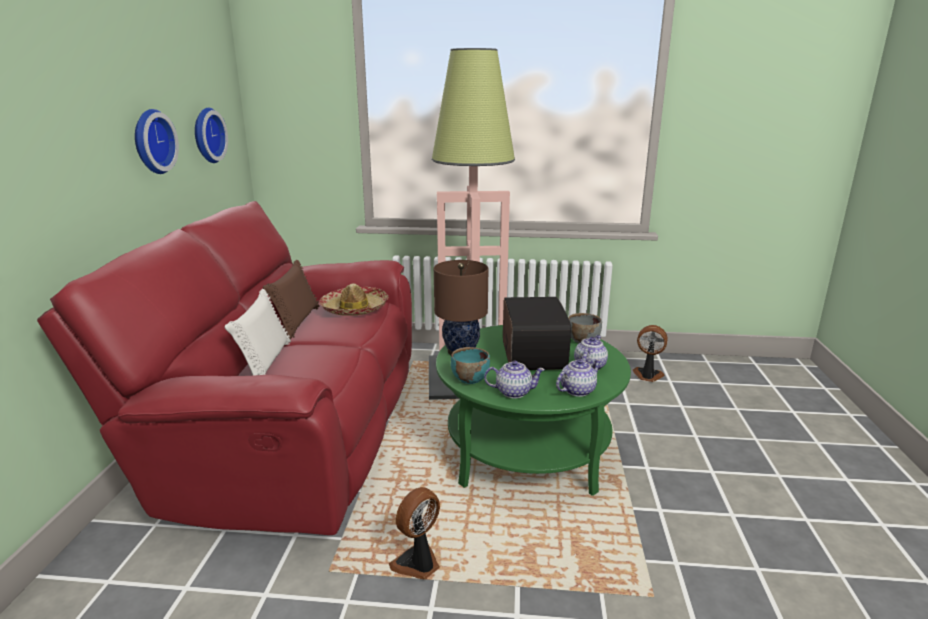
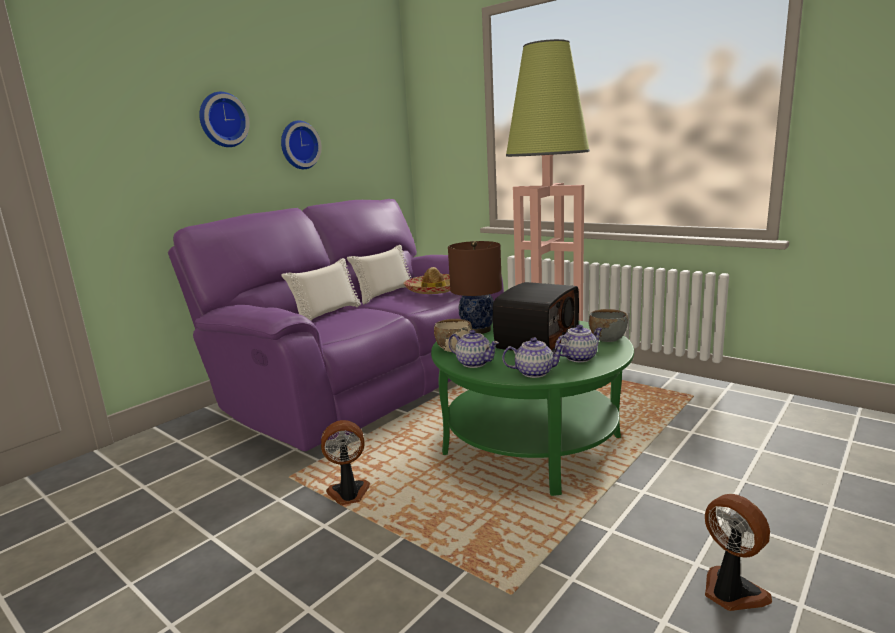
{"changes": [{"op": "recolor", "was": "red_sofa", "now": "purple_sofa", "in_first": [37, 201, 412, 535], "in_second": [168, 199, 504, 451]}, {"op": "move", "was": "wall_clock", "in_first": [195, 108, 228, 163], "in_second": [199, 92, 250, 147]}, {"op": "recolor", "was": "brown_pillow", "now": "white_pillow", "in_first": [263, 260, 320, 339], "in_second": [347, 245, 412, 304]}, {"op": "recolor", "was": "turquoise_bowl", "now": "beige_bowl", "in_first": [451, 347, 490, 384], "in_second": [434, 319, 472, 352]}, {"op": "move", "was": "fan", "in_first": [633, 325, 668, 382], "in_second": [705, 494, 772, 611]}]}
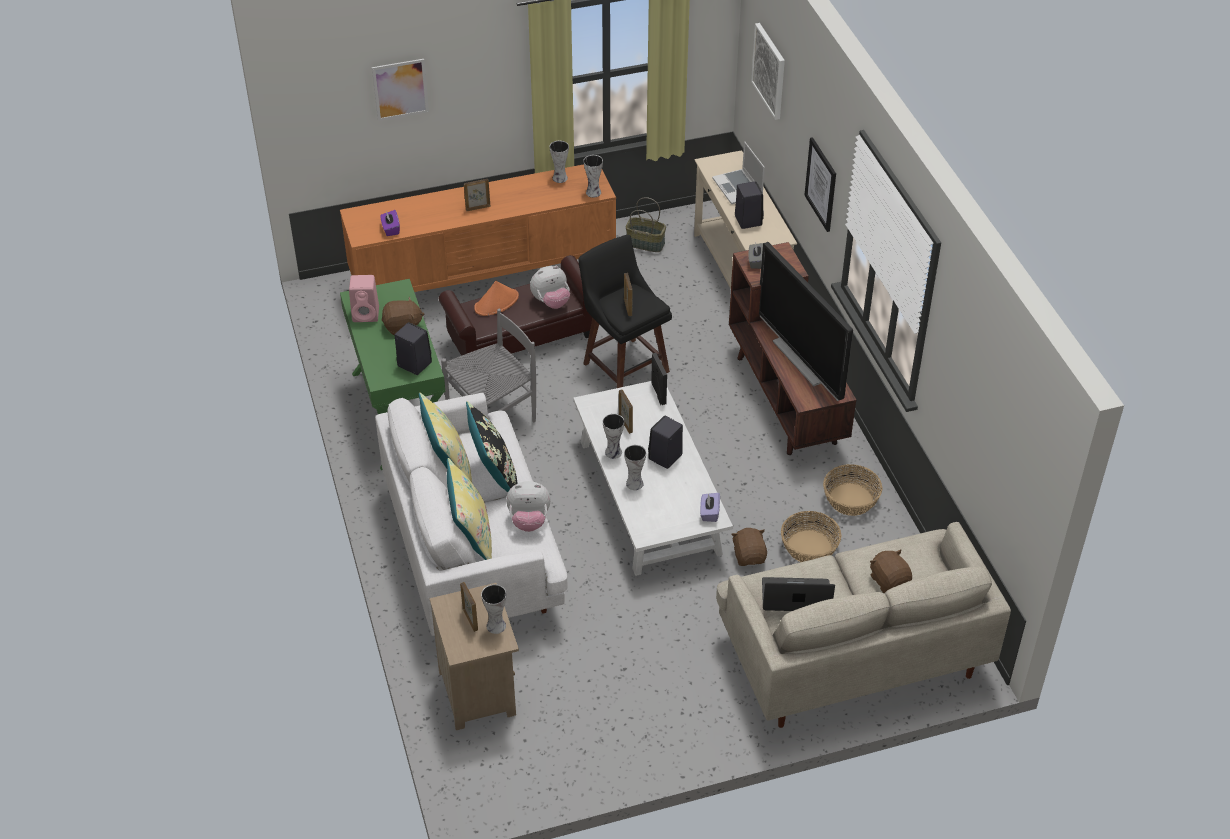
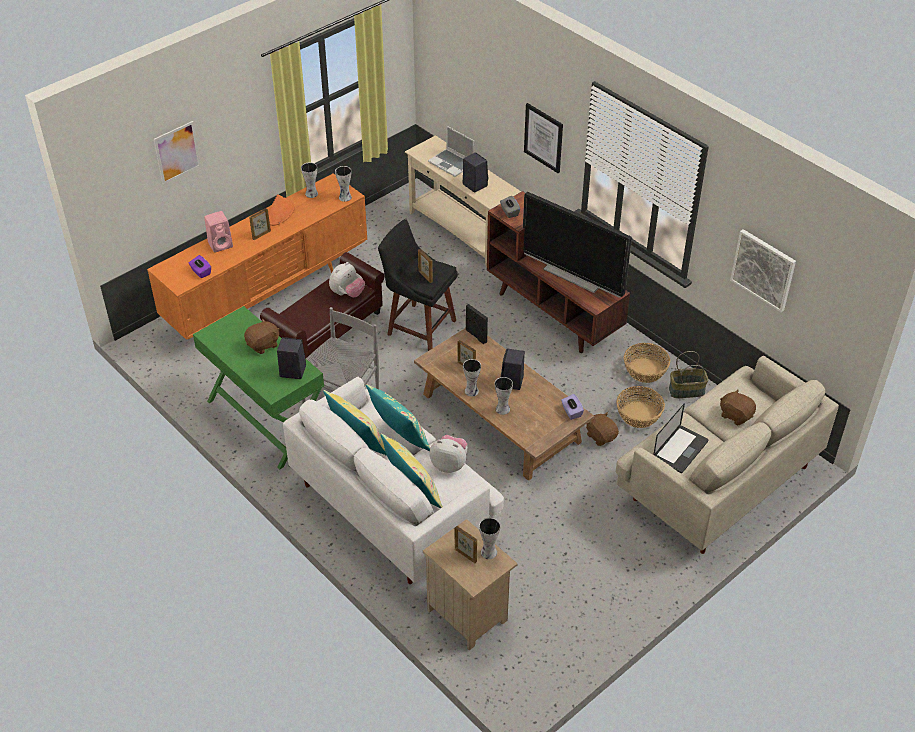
{"changes": [{"op": "move", "was": "pink_speaker", "in_first": [349, 275, 379, 322], "in_second": [204, 211, 233, 253]}, {"op": "recolor", "was": "black_pillow", "now": "turquoise_pillow", "in_first": [466, 401, 518, 492], "in_second": [366, 384, 430, 451]}, {"op": "move", "was": "orange_hat", "in_first": [474, 281, 519, 316], "in_second": [268, 194, 295, 226]}, {"op": "rotate", "was": "plush_toy", "in_first": [506, 481, 551, 532], "in_second": [430, 435, 468, 473], "clockwise": -135}, {"op": "recolor", "was": "white_coffee_table", "now": "brown_coffee_table", "in_first": [573, 381, 733, 576], "in_second": [414, 328, 594, 481]}, {"op": "move", "was": "basket", "in_first": [626, 197, 666, 252], "in_second": [669, 351, 708, 398]}, {"op": "move", "was": "picture", "in_first": [751, 23, 785, 120], "in_second": [730, 229, 796, 312]}, {"op": "rotate", "was": "laptop", "in_first": [762, 577, 835, 611], "in_second": [653, 403, 708, 473], "clockwise": 150}]}
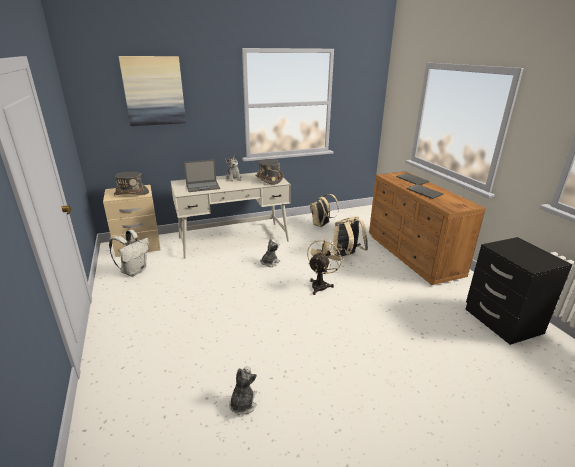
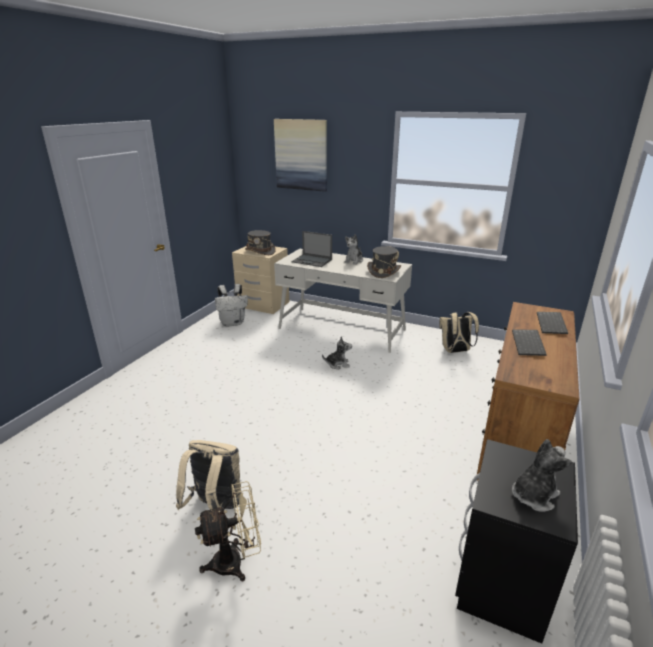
{"changes": [{"op": "move", "was": "plush_toy", "in_first": [229, 366, 257, 415], "in_second": [512, 439, 572, 512]}, {"op": "move", "was": "beige_fan", "in_first": [307, 237, 344, 295], "in_second": [195, 481, 261, 581]}, {"op": "move", "was": "beige_backpack", "in_first": [333, 216, 368, 257], "in_second": [176, 440, 242, 510]}]}
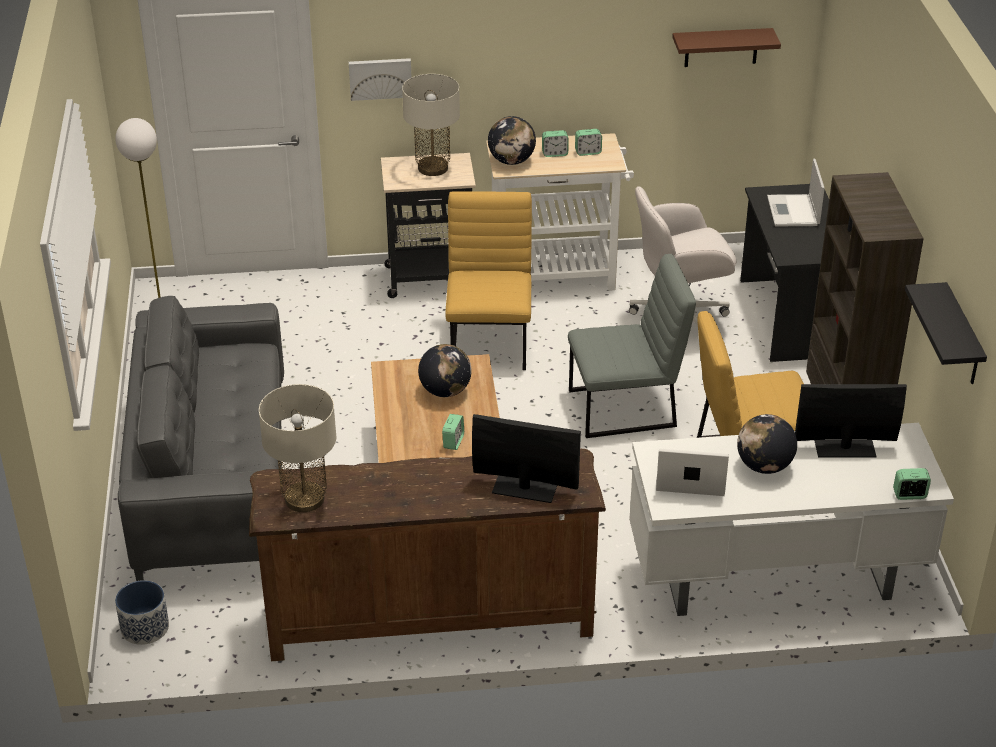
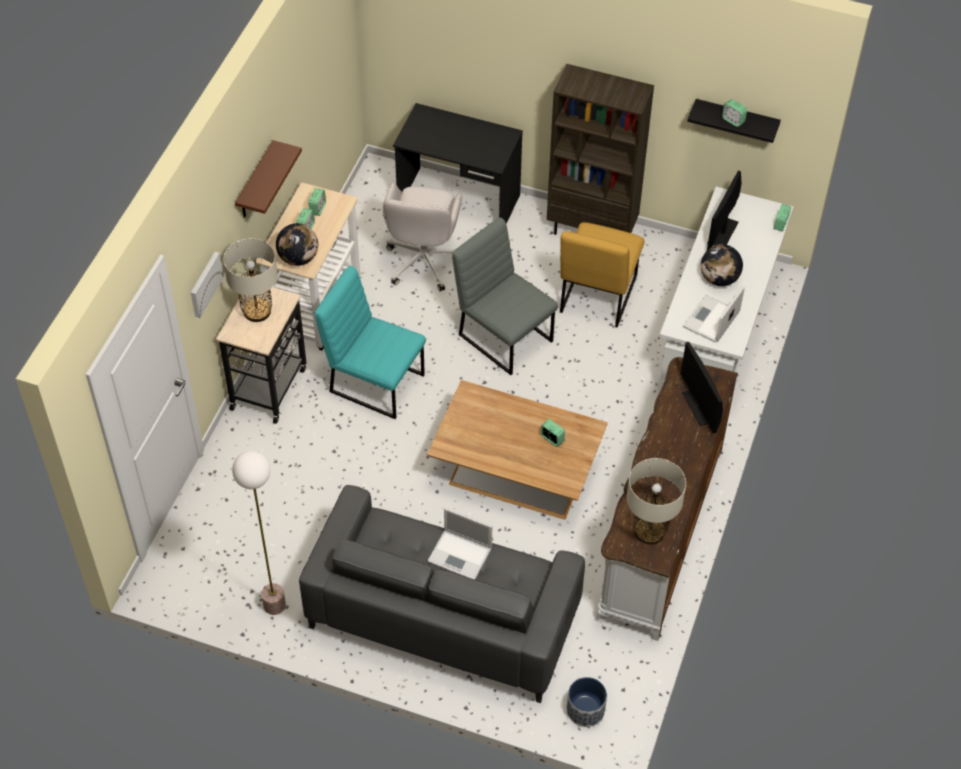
{"changes": [{"op": "delete", "was": "globe", "in_first": [418, 344, 472, 397]}, {"op": "recolor", "was": "yellow_chair", "now": "turquoise_chair", "in_first": [445, 191, 532, 370], "in_second": [315, 266, 426, 419]}, {"op": "rotate", "was": "monitor", "in_first": [472, 414, 581, 503], "in_second": [681, 342, 723, 434], "clockwise": -60}, {"op": "rotate", "was": "grey_chair", "in_first": [568, 254, 696, 438], "in_second": [452, 217, 558, 375], "clockwise": -60}, {"op": "move", "was": "brown_shelf", "in_first": [672, 28, 781, 67], "in_second": [235, 140, 302, 218]}, {"op": "move", "was": "laptop", "in_first": [767, 159, 825, 226], "in_second": [427, 508, 492, 579]}, {"op": "insert", "now": "alarm_clock", "in_second": [722, 99, 747, 127]}]}
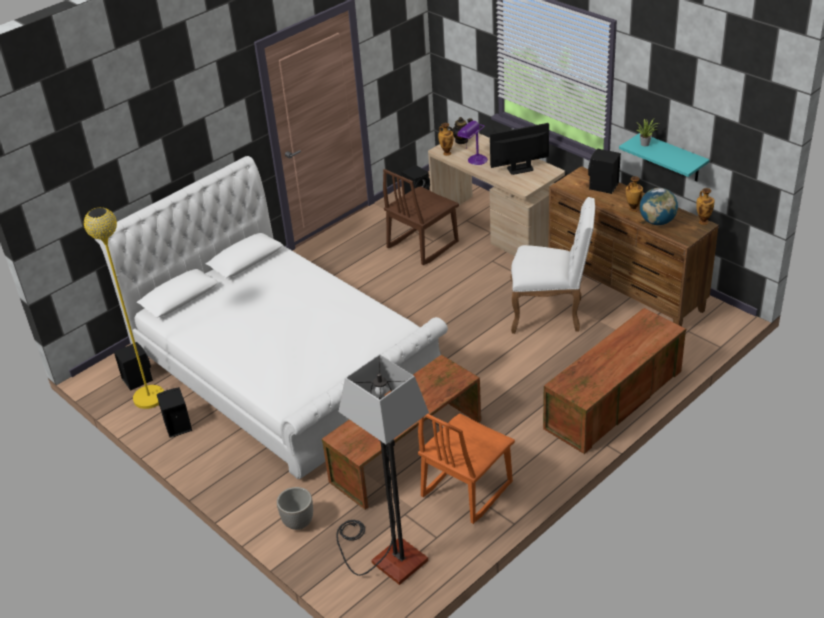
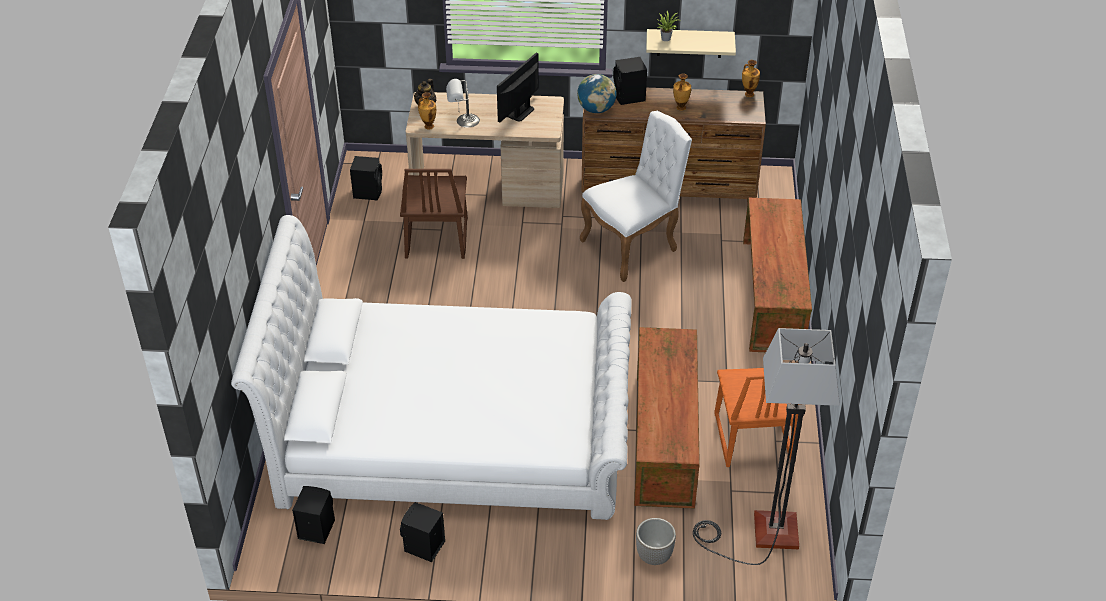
{"changes": [{"op": "delete", "was": "yellow_floor_lamp", "in_first": [84, 207, 164, 409]}, {"op": "recolor", "was": "purple_table_lamp", "now": "white_table_lamp", "in_first": [457, 121, 488, 165], "in_second": [446, 79, 480, 127]}, {"op": "recolor", "was": "turquoise_shelf", "now": "beige_shelf", "in_first": [619, 134, 710, 181], "in_second": [646, 29, 736, 58]}, {"op": "move", "was": "globe", "in_first": [640, 188, 678, 225], "in_second": [577, 74, 616, 113]}]}
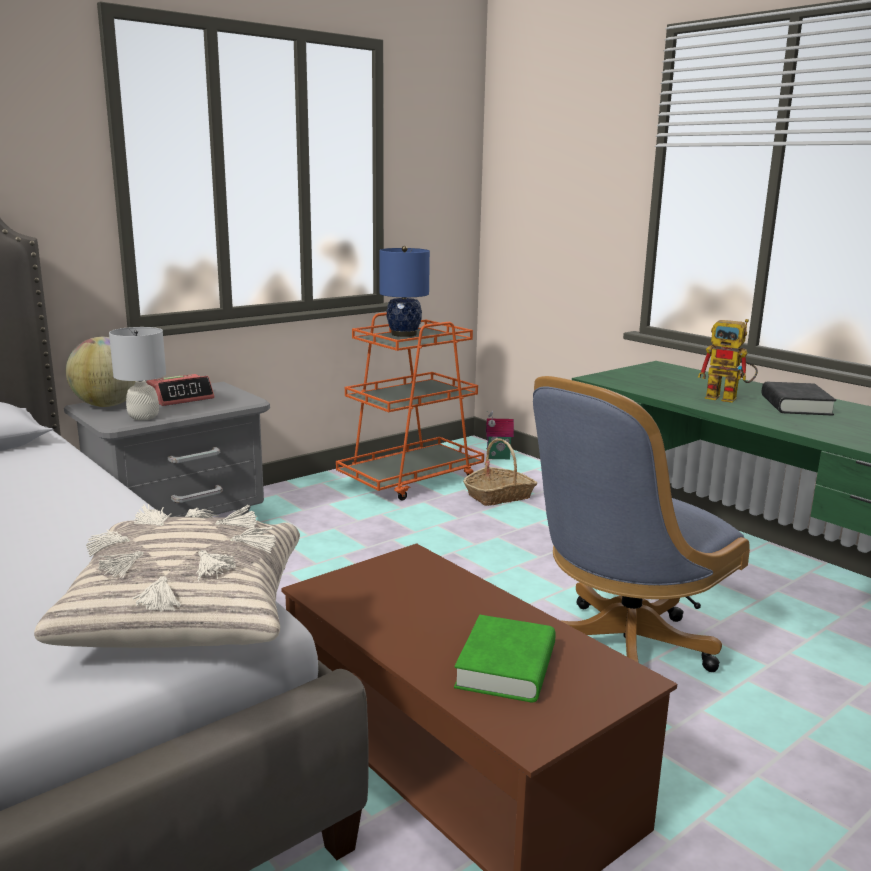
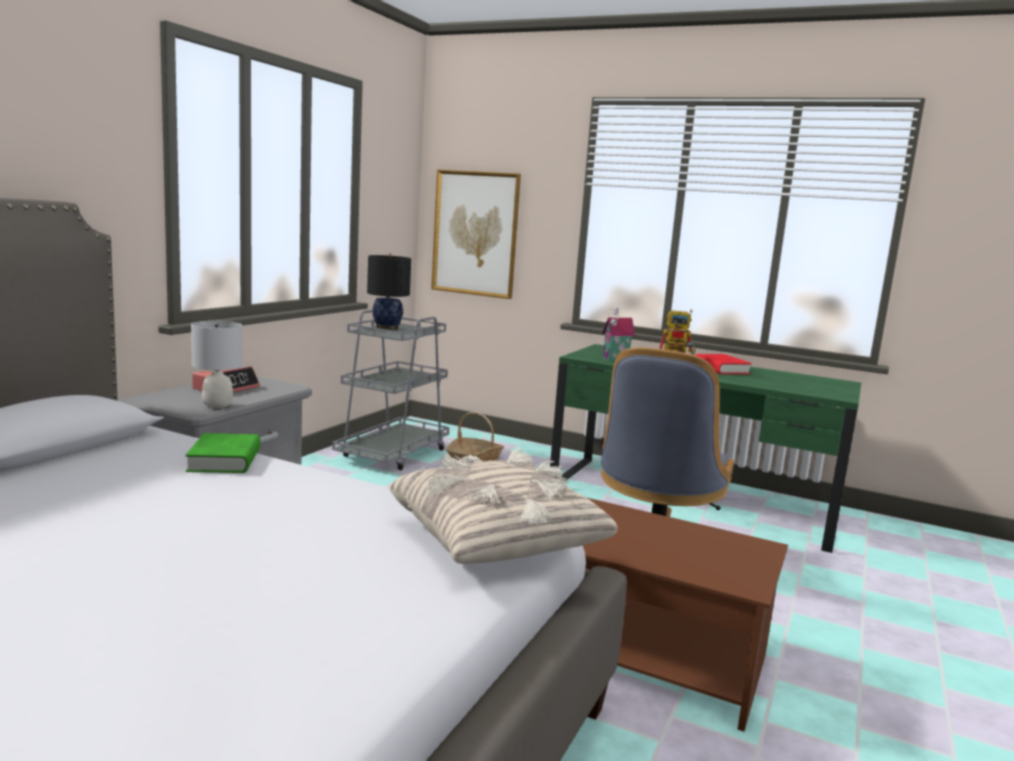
{"changes": [{"op": "delete", "was": "globe", "in_first": [66, 337, 136, 407]}, {"op": "recolor", "was": "orange_cart", "now": "grey_cart", "in_first": [336, 313, 484, 501], "in_second": [332, 310, 449, 470]}, {"op": "recolor", "was": "blue_table_lamp", "now": "black_table_lamp", "in_first": [379, 246, 430, 337], "in_second": [367, 253, 411, 330]}, {"op": "move", "was": "green_book", "in_first": [454, 615, 556, 703], "in_second": [185, 433, 261, 473]}, {"op": "move", "was": "toy_house", "in_first": [486, 410, 514, 459], "in_second": [602, 308, 635, 361]}, {"op": "recolor", "was": "black_book", "now": "red_book", "in_first": [761, 382, 836, 416], "in_second": [695, 354, 752, 374]}, {"op": "insert", "now": "picture", "in_second": [431, 170, 521, 299]}]}
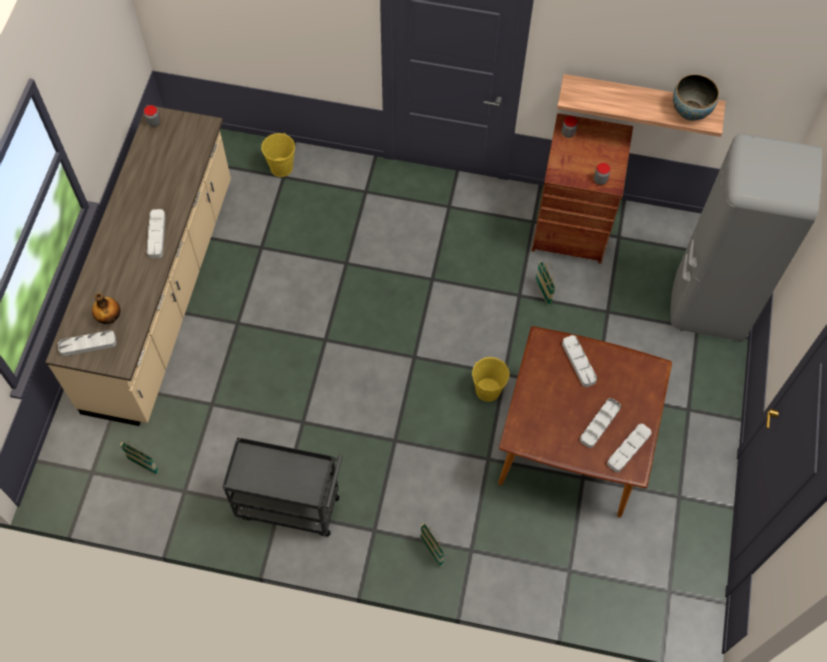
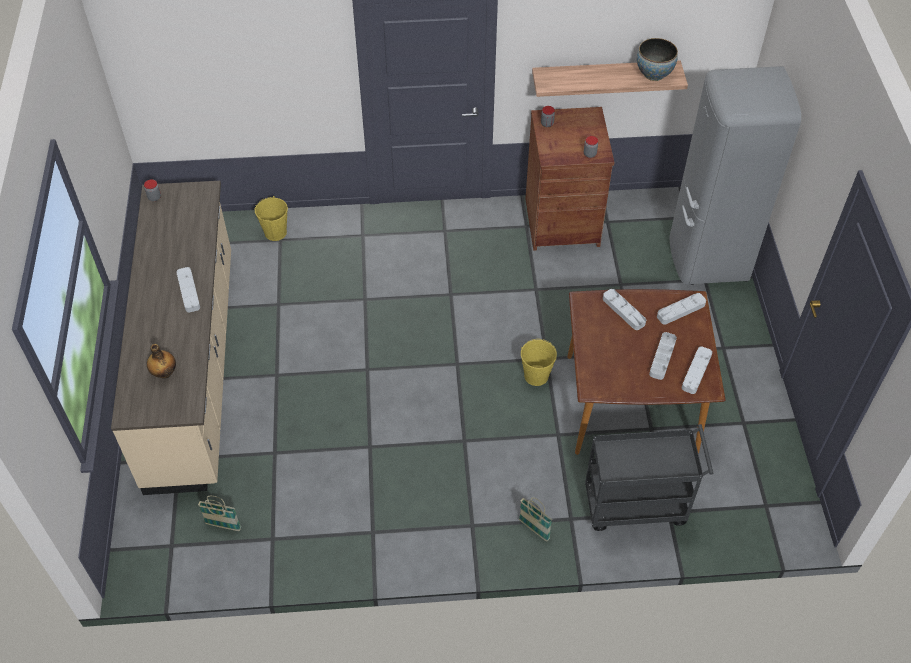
{"changes": [{"op": "move", "was": "grey_tray", "in_first": [58, 330, 116, 356], "in_second": [657, 293, 706, 324]}, {"op": "move", "was": "grey_cart", "in_first": [223, 438, 343, 536], "in_second": [585, 424, 714, 531]}, {"op": "delete", "was": "basket", "in_first": [535, 261, 556, 305]}]}
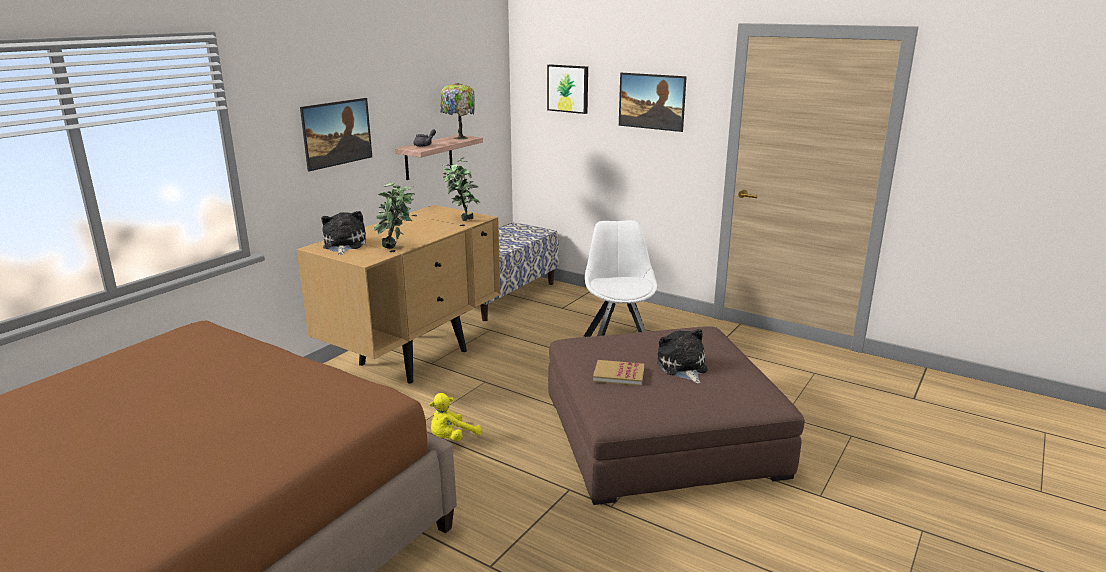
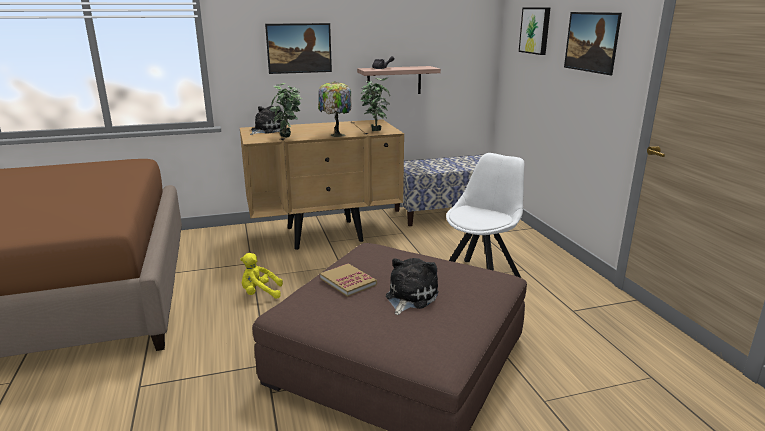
{"changes": [{"op": "move", "was": "table_lamp", "in_first": [440, 83, 475, 140], "in_second": [318, 81, 351, 137]}]}
